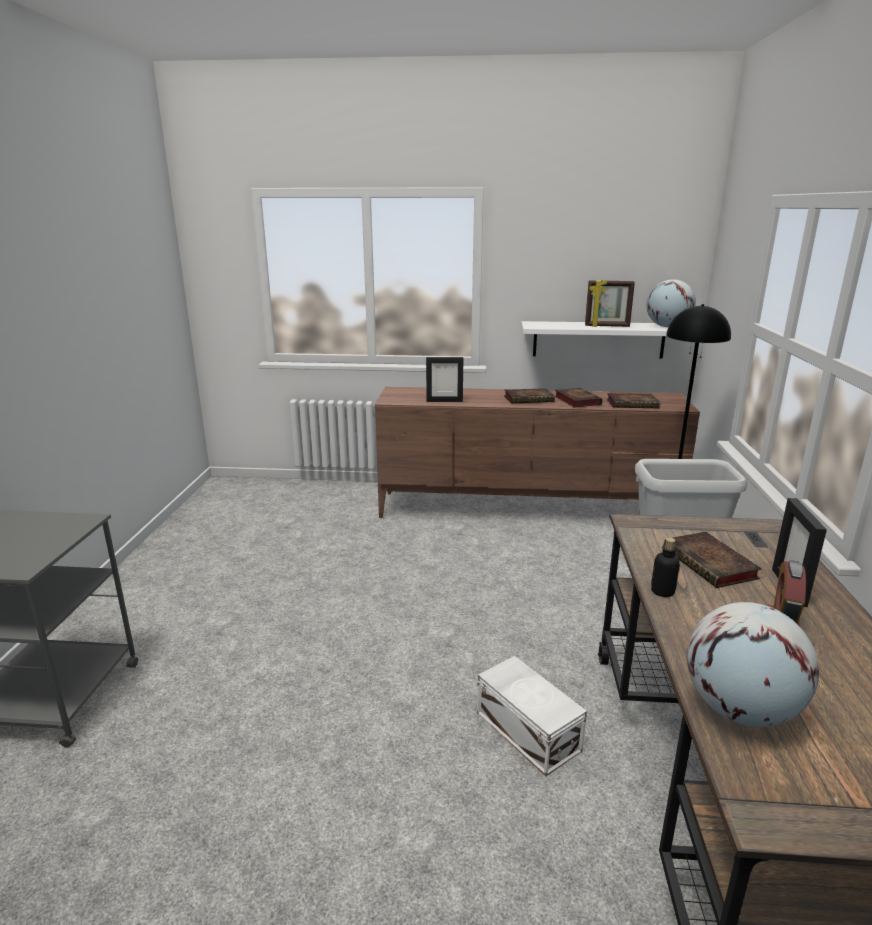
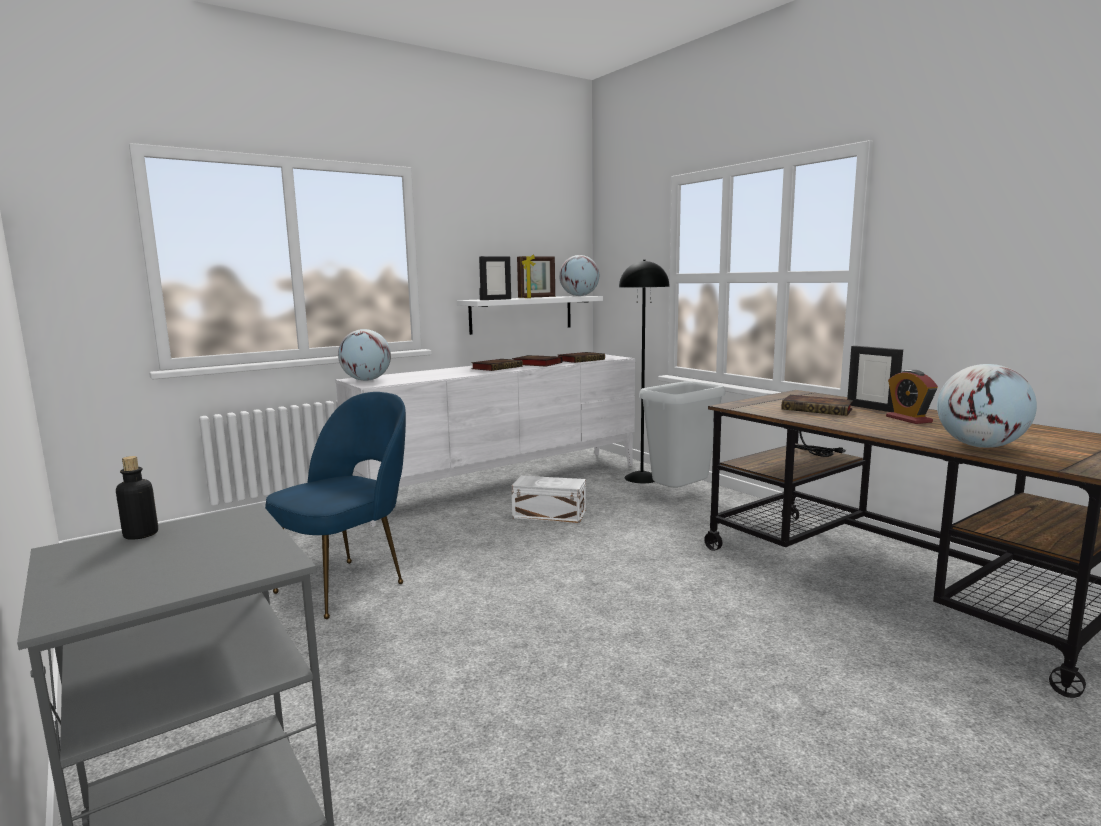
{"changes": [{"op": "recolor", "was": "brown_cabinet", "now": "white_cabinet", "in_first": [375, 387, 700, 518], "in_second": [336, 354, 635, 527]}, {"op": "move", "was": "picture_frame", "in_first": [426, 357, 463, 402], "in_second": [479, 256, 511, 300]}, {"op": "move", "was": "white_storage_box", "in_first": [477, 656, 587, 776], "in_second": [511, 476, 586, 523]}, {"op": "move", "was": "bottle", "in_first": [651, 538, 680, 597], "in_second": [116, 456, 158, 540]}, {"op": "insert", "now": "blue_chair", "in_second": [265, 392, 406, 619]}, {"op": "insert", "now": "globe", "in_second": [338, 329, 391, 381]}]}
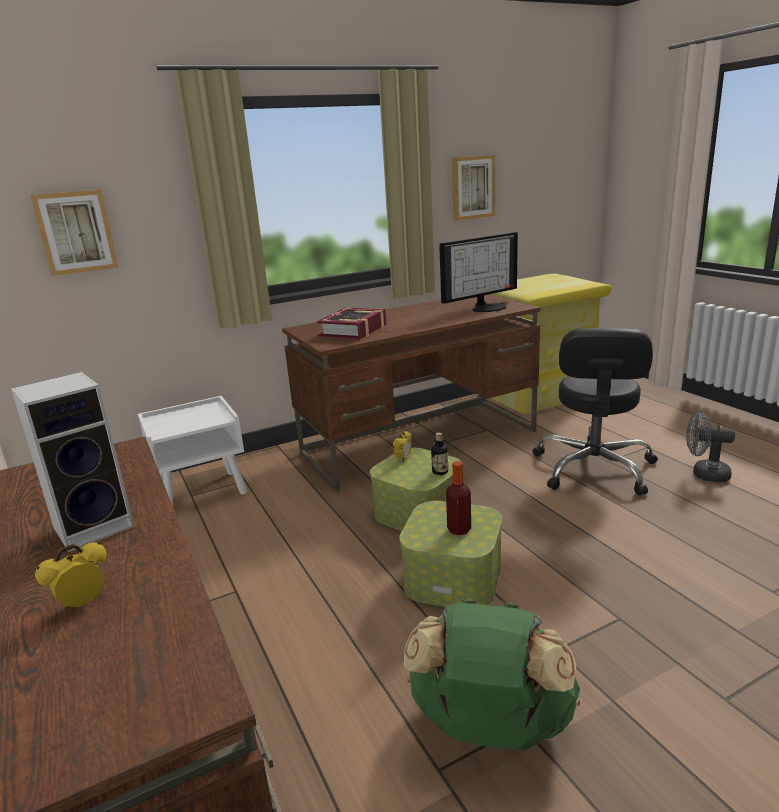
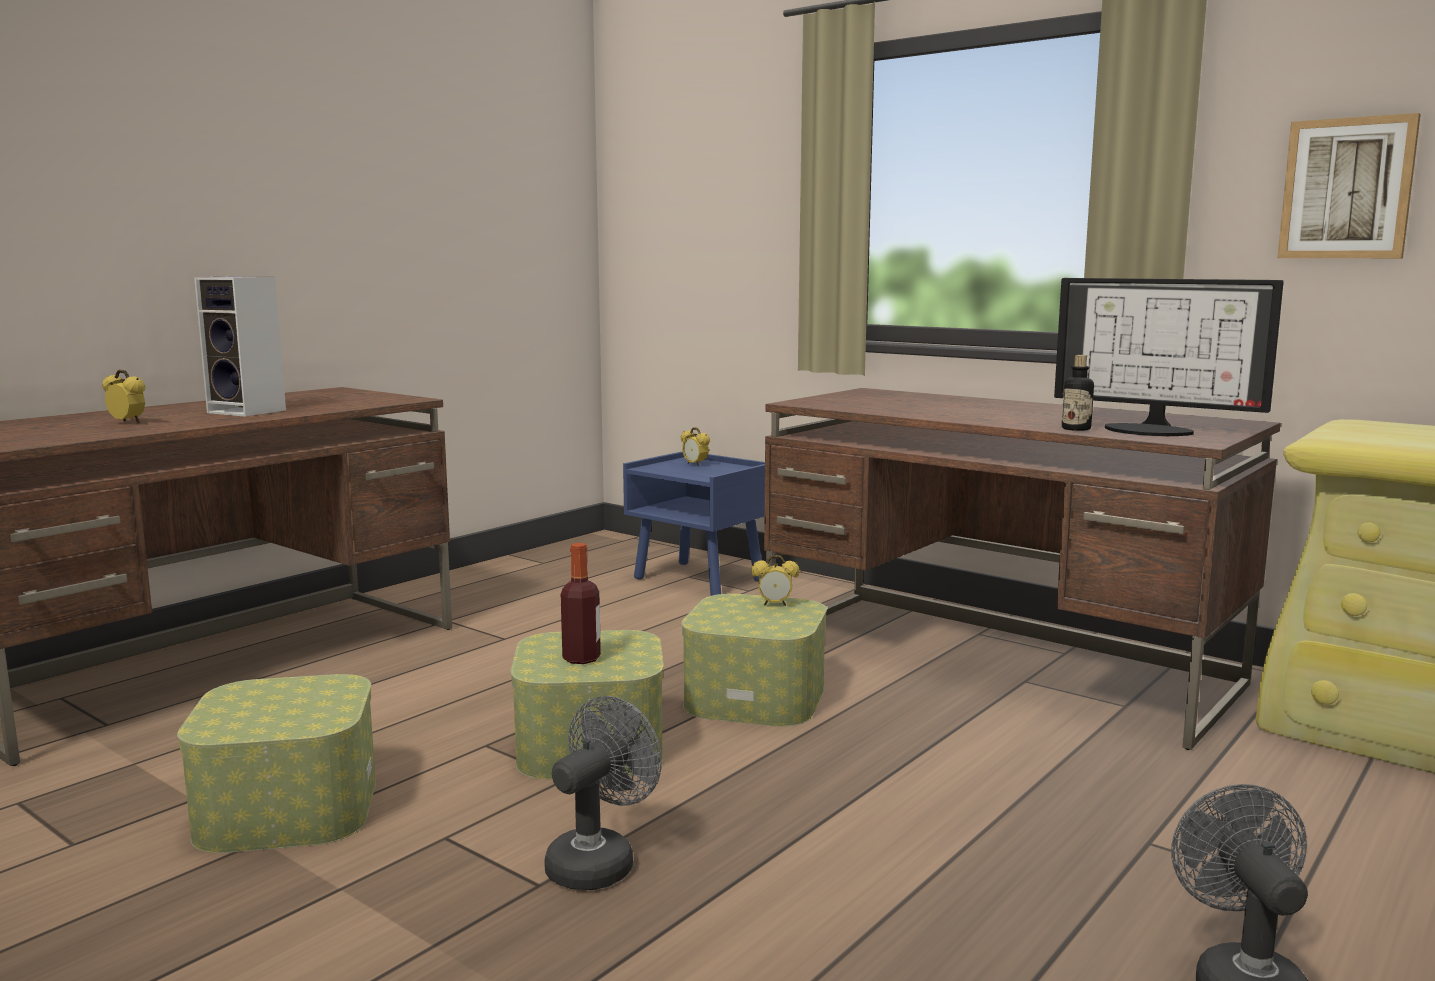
{"changes": [{"op": "delete", "was": "picture", "in_first": [31, 190, 119, 276]}, {"op": "recolor", "was": "white_nightstand", "now": "blue_nightstand", "in_first": [138, 396, 247, 506], "in_second": [623, 451, 765, 596]}, {"op": "delete", "was": "book", "in_first": [317, 307, 386, 339]}, {"op": "replace", "was": "green_backpack", "now": "storage_box", "in_first": [404, 599, 580, 750], "in_second": [177, 674, 376, 853]}, {"op": "move", "was": "bottle", "in_first": [431, 433, 448, 475], "in_second": [1062, 355, 1094, 431]}, {"op": "delete", "was": "black_office_chair", "in_first": [532, 328, 658, 495]}, {"op": "insert", "now": "grey_fan", "in_second": [544, 696, 662, 890]}, {"op": "insert", "now": "alarm_clock", "in_second": [681, 427, 710, 466]}]}
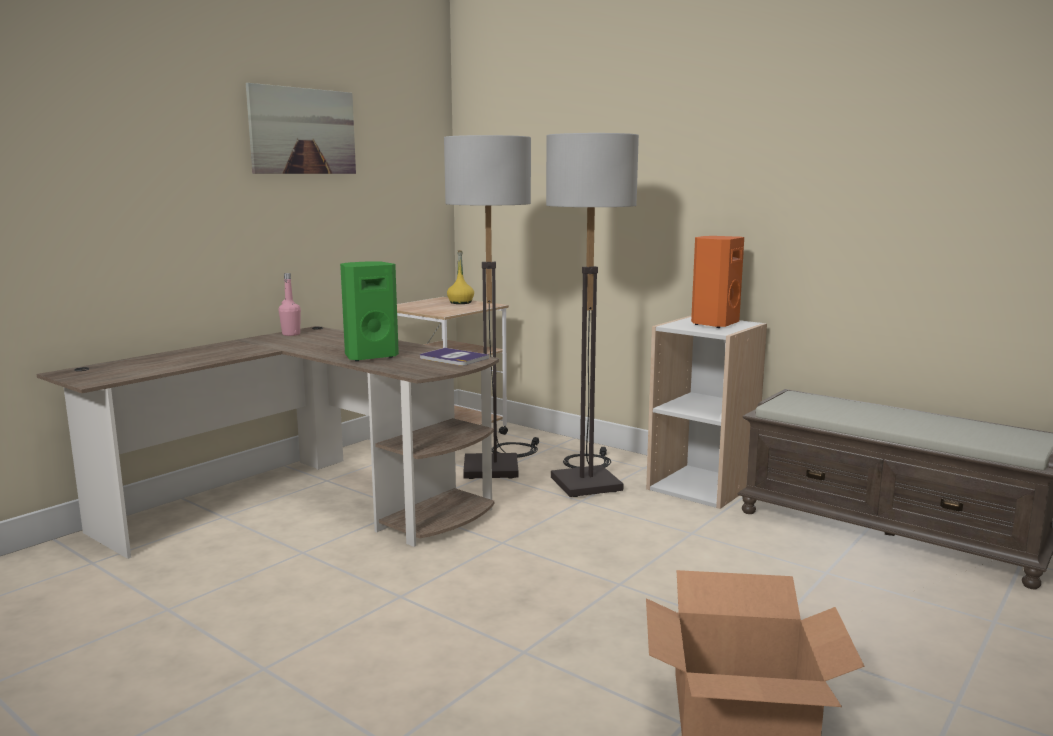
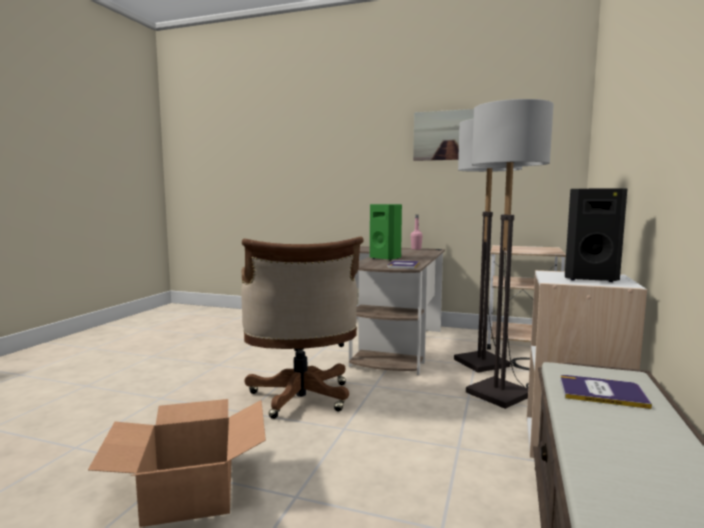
{"changes": [{"op": "delete", "was": "yellow_bottle", "in_first": [447, 250, 474, 304]}, {"op": "recolor", "was": "orange_speaker", "now": "black_speaker", "in_first": [691, 236, 744, 328], "in_second": [565, 188, 627, 282]}, {"op": "insert", "now": "office_chair", "in_second": [241, 236, 364, 419]}, {"op": "insert", "now": "book", "in_second": [560, 375, 652, 409]}]}
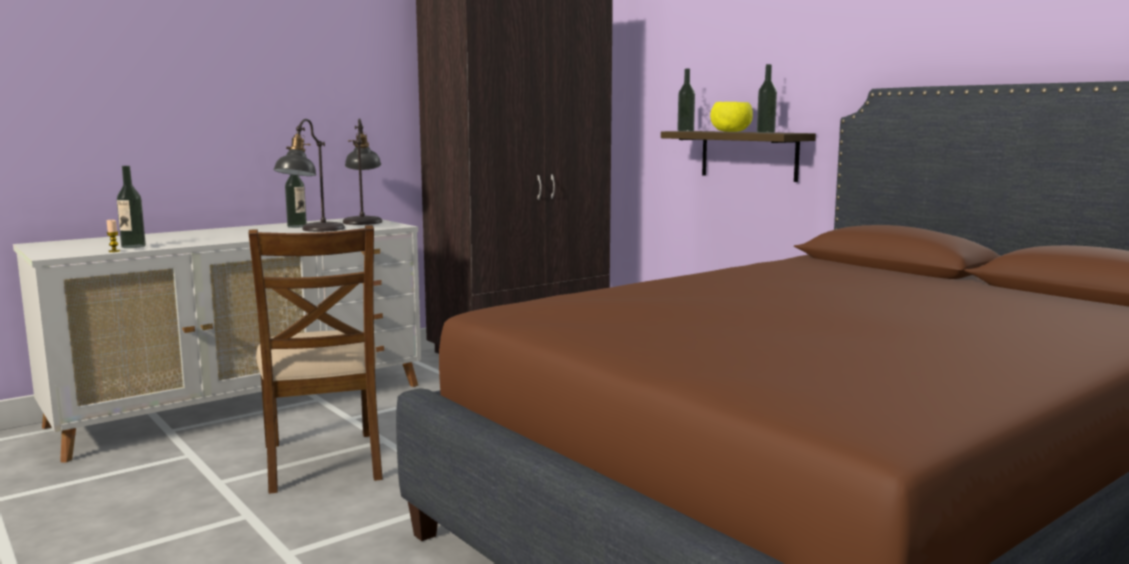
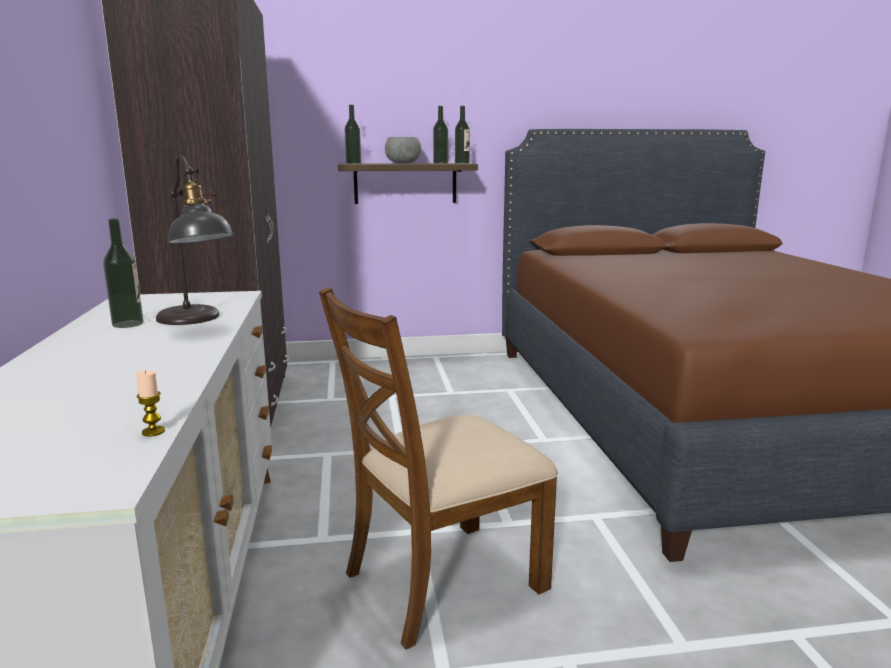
{"changes": [{"op": "move", "was": "bottle", "in_first": [117, 166, 146, 248], "in_second": [455, 106, 470, 164]}, {"op": "rotate", "was": "brown_chair", "in_first": [249, 225, 383, 494], "in_second": [319, 287, 558, 650], "clockwise": 135}, {"op": "delete", "was": "grey_table_lamp", "in_first": [343, 118, 382, 225]}, {"op": "recolor", "was": "yellow_bowl", "now": "grey_bowl", "in_first": [710, 102, 753, 132], "in_second": [385, 137, 422, 163]}]}
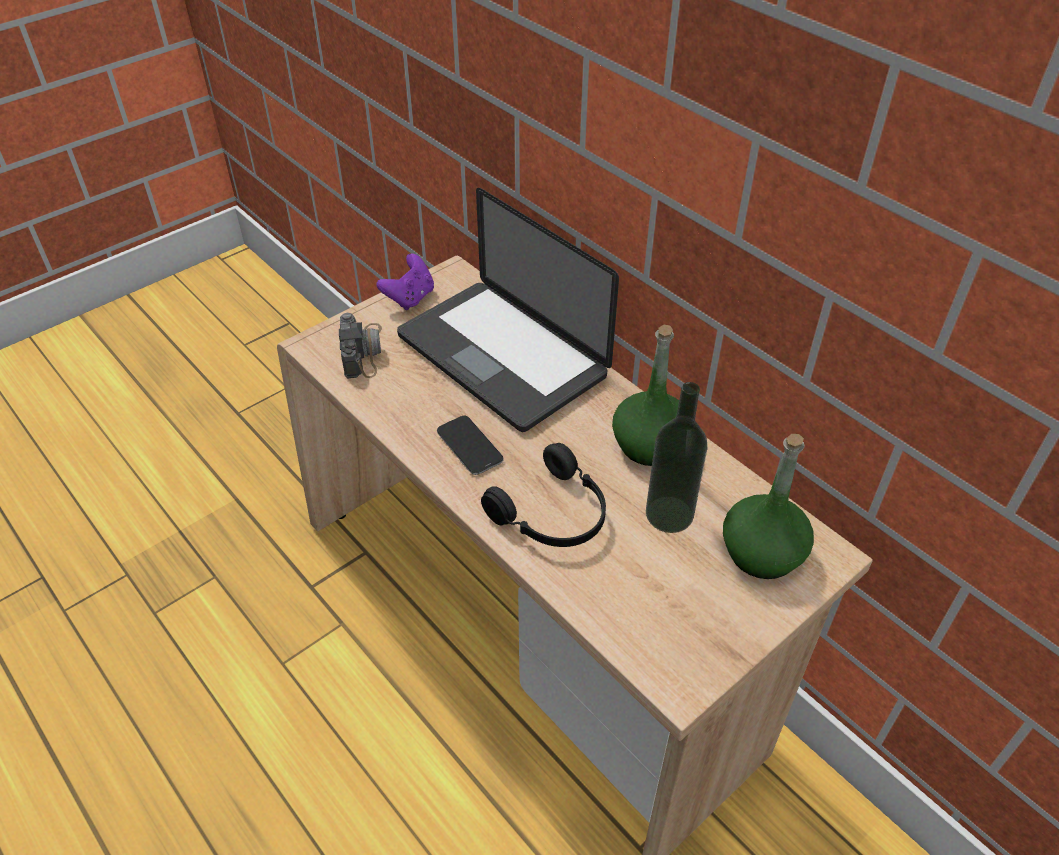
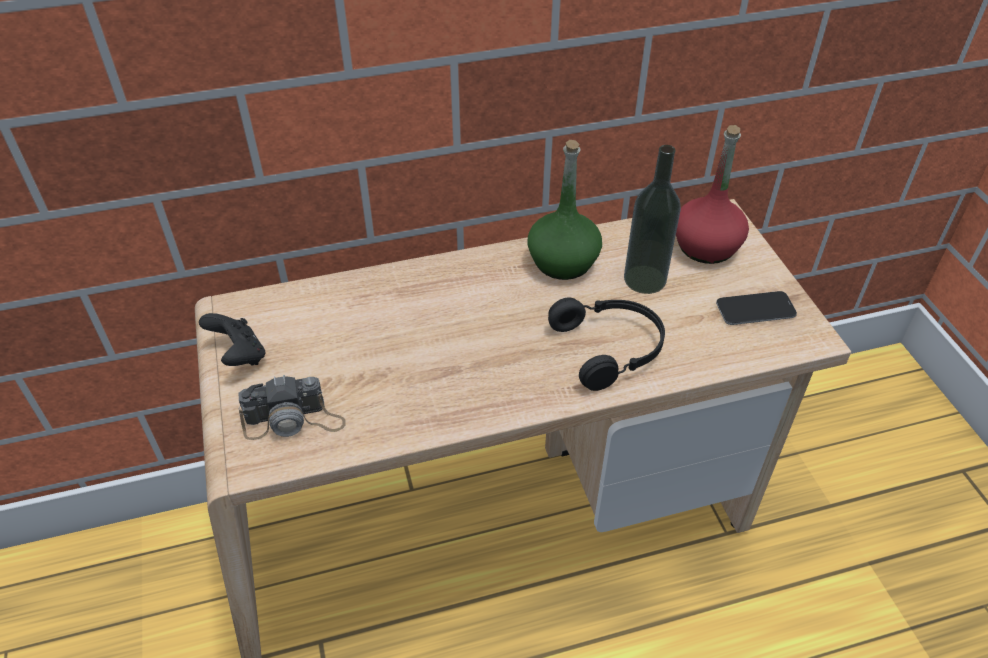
{"changes": [{"op": "rotate", "was": "photo_camera", "in_first": [339, 313, 382, 378], "in_second": [238, 375, 346, 440], "clockwise": 150}, {"op": "recolor", "was": "purple_game_controller", "now": "black_game_controller", "in_first": [376, 254, 434, 310], "in_second": [199, 313, 265, 366]}, {"op": "delete", "was": "laptop", "in_first": [397, 188, 619, 432]}, {"op": "move", "was": "phone", "in_first": [437, 416, 504, 475], "in_second": [716, 291, 797, 325]}, {"op": "recolor", "was": "green_bottle", "now": "red_bottle", "in_first": [723, 434, 814, 579], "in_second": [676, 125, 749, 264]}]}
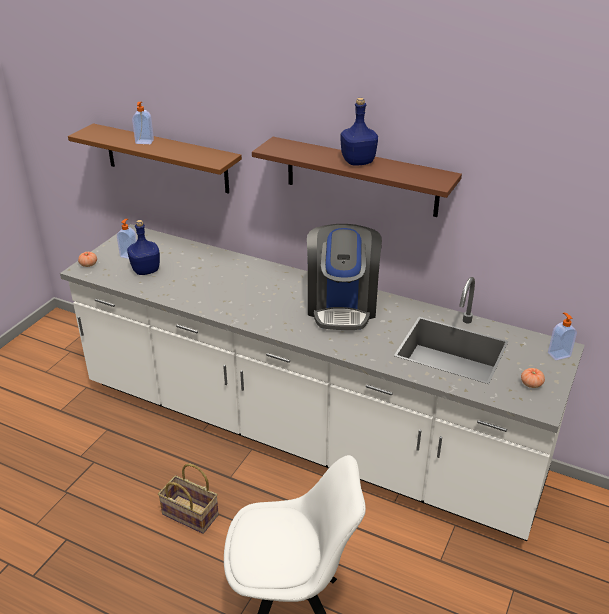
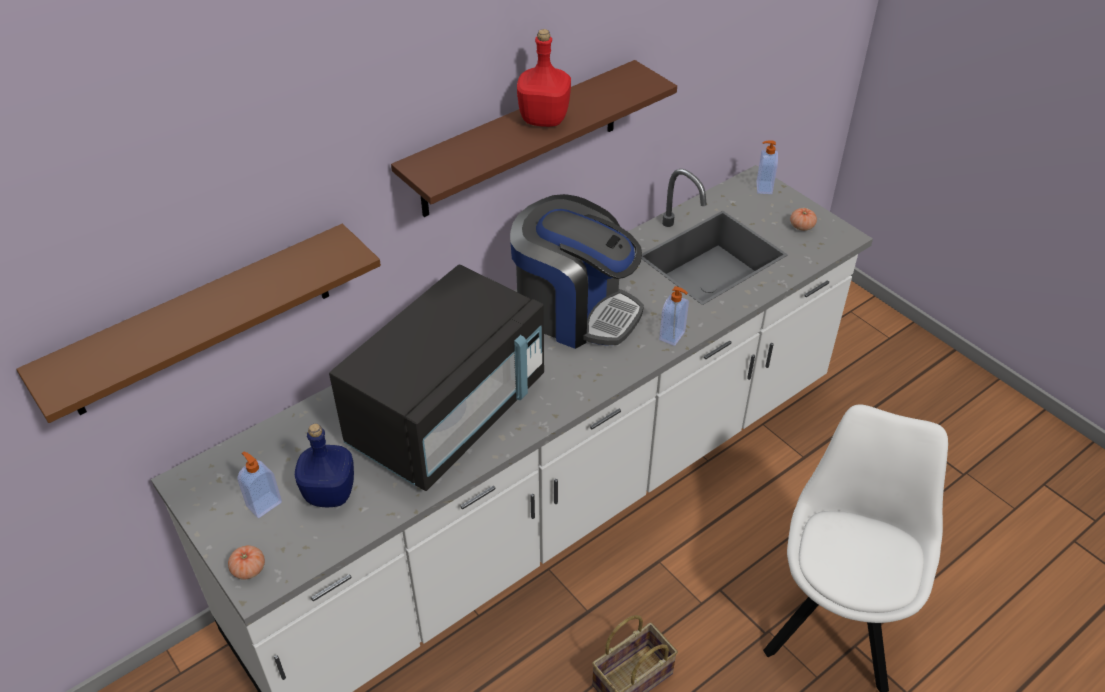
{"changes": [{"op": "move", "was": "soap_dispenser", "in_first": [132, 102, 154, 144], "in_second": [659, 286, 689, 346]}, {"op": "recolor", "was": "blue_bottle", "now": "red_bottle", "in_first": [340, 98, 378, 165], "in_second": [517, 29, 571, 127]}, {"op": "insert", "now": "black_microwave", "in_second": [329, 265, 544, 491]}]}
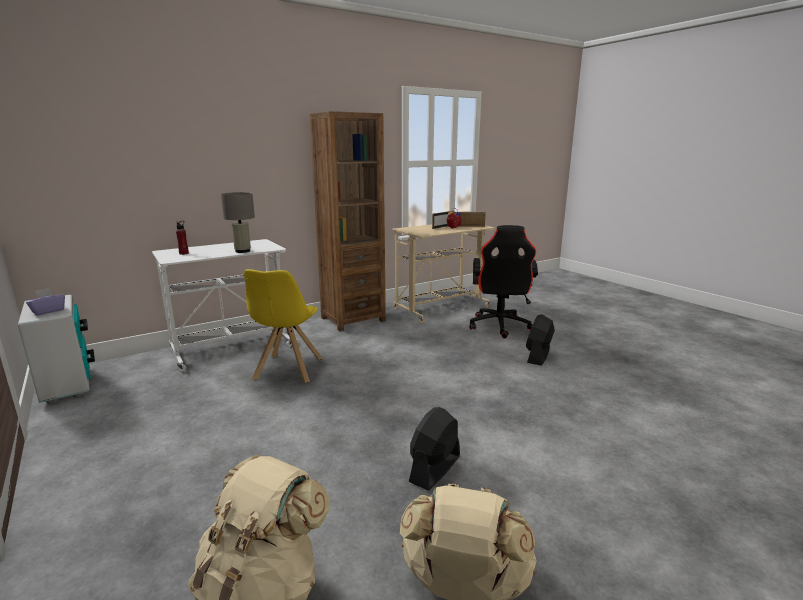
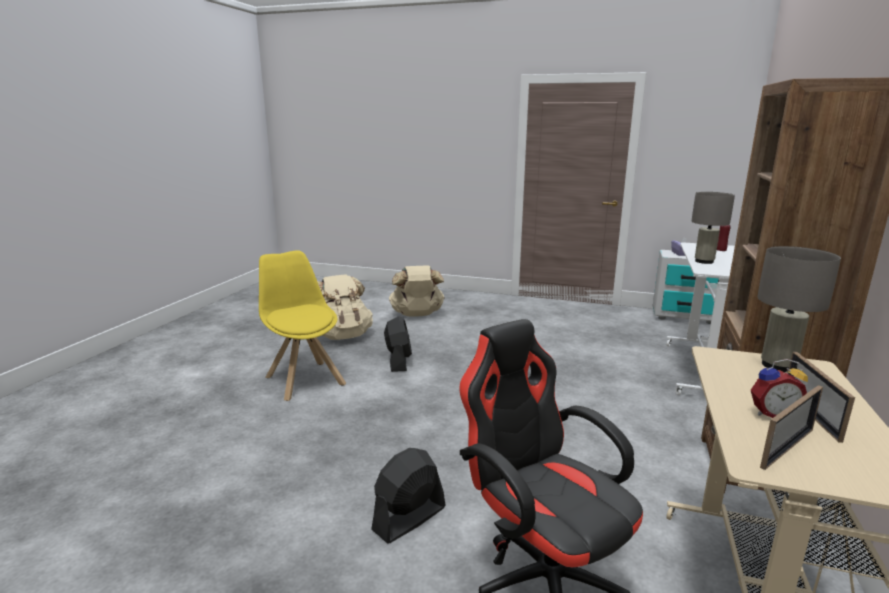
{"changes": [{"op": "move", "was": "yellow_chair", "in_first": [244, 269, 323, 383], "in_second": [259, 250, 346, 401]}, {"op": "rotate", "was": "black_fan", "in_first": [526, 314, 555, 366], "in_second": [371, 448, 445, 544], "clockwise": -120}, {"op": "insert", "now": "grey_table_lamp", "in_second": [757, 246, 841, 372]}]}
